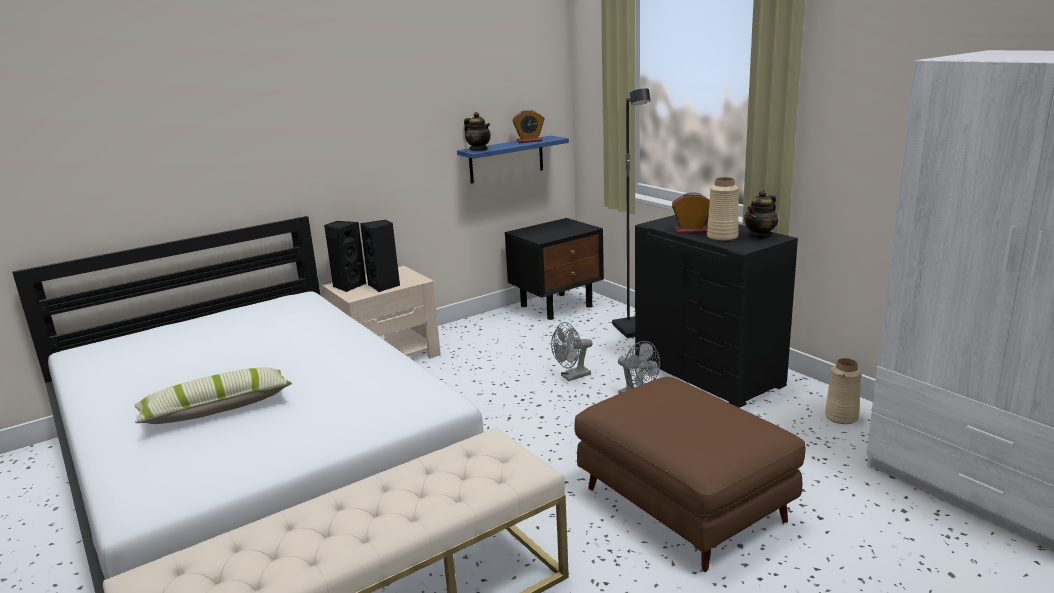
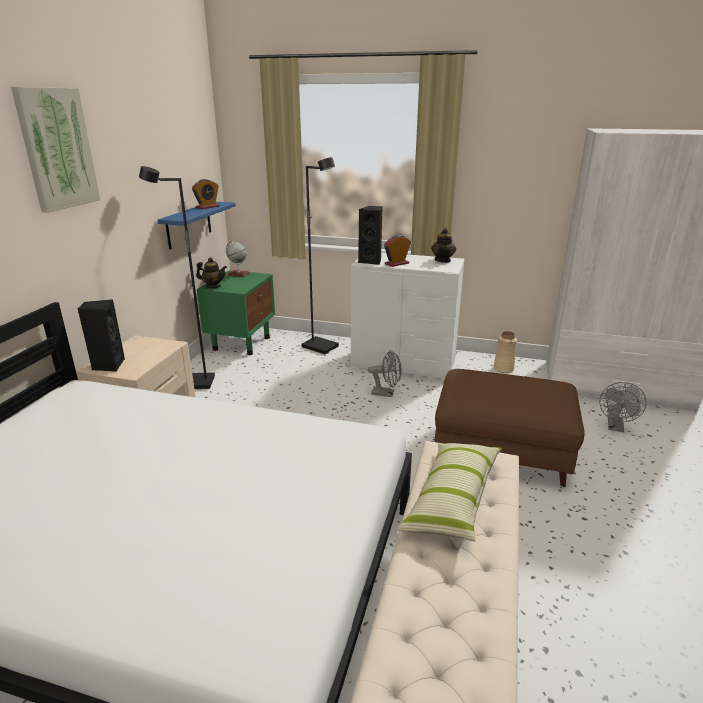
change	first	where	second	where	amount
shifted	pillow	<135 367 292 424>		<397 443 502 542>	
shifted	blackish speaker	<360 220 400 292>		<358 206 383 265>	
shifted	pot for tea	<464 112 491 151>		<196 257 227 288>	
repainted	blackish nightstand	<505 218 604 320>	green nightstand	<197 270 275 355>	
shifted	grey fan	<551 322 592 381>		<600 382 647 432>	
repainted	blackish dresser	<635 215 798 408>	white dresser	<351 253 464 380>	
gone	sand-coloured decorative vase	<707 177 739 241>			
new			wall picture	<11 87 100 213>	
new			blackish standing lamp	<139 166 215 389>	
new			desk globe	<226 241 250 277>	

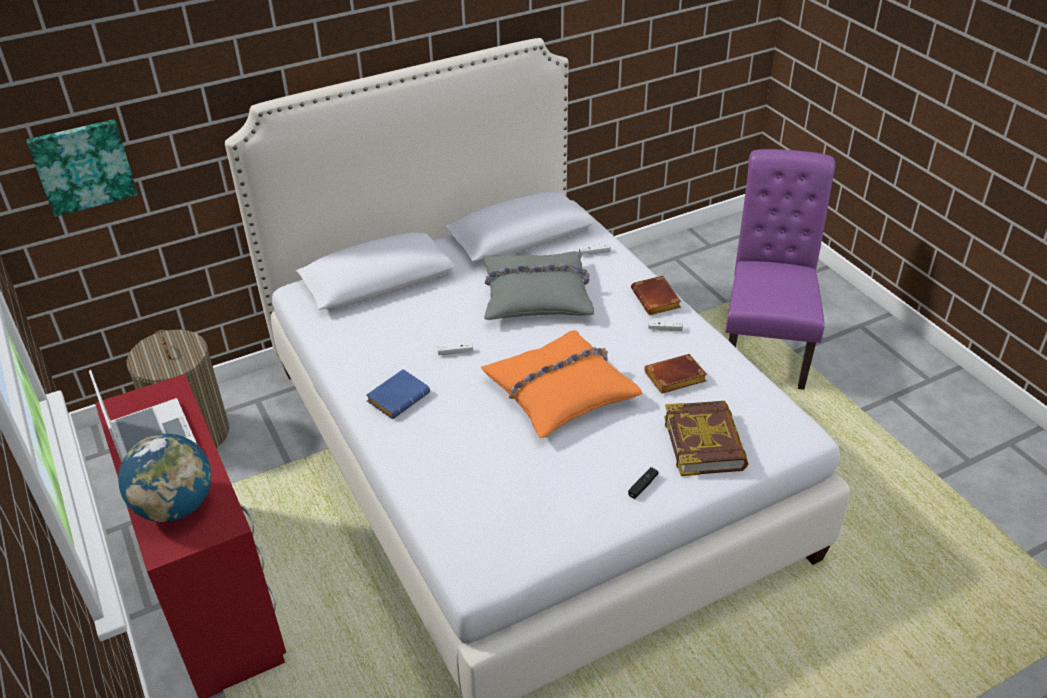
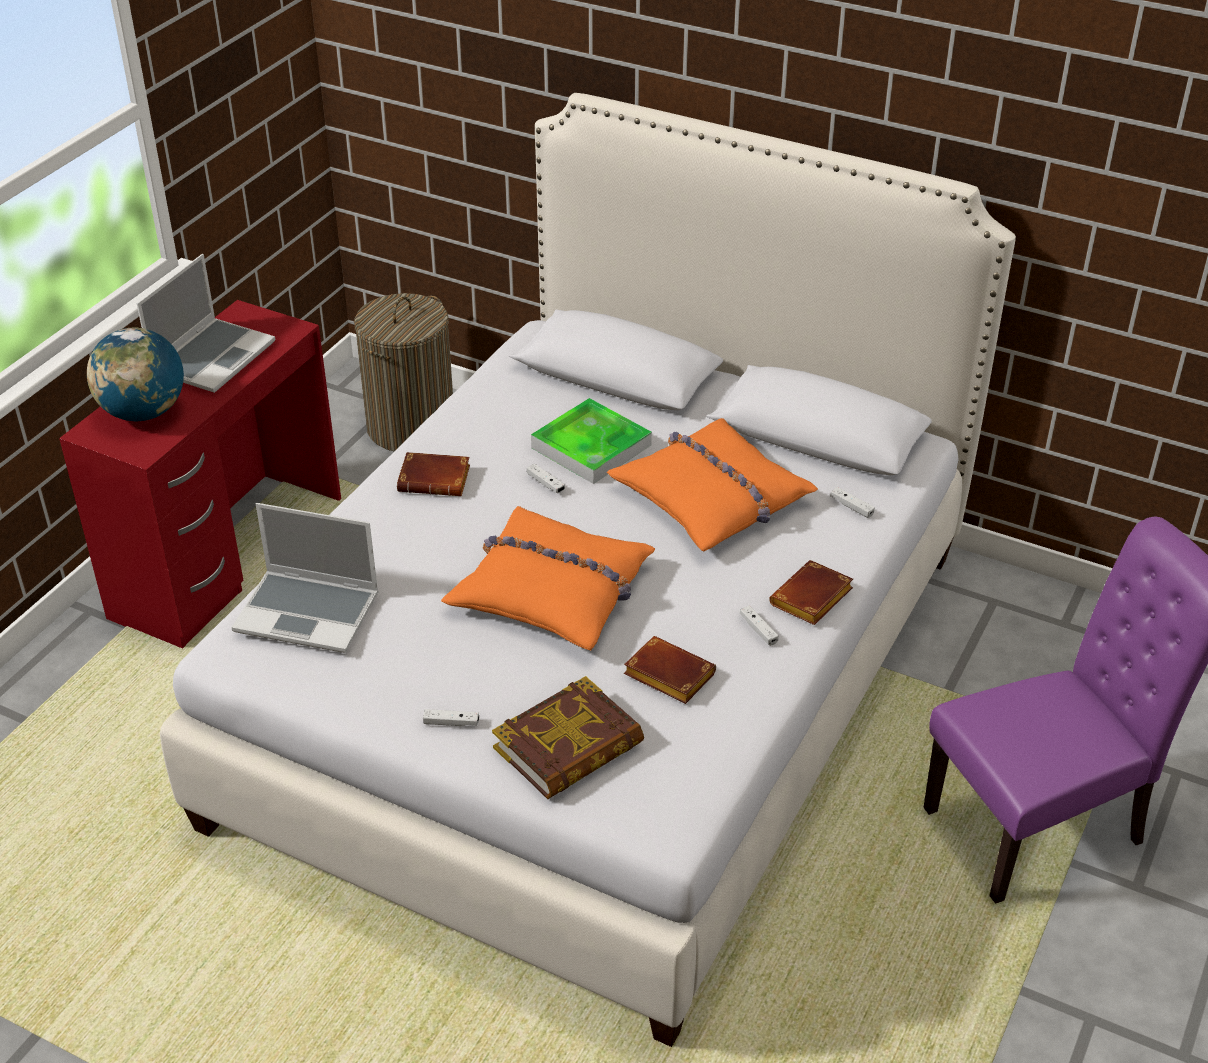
change	first	where	second	where	amount
gone	wall picture	<26 119 138 217>			
repainted	bluish volume	<366 369 430 419>	brownish volume	<397 452 470 496>	
repainted	grey pillow	<483 251 594 320>	orange-coloured pillow	<607 418 818 552>	
repainted	blackish game controller	<628 467 658 499>	white game controller	<423 709 479 726>	
new			laptop	<231 503 379 653>	
new			carrying tray	<531 398 652 484>	

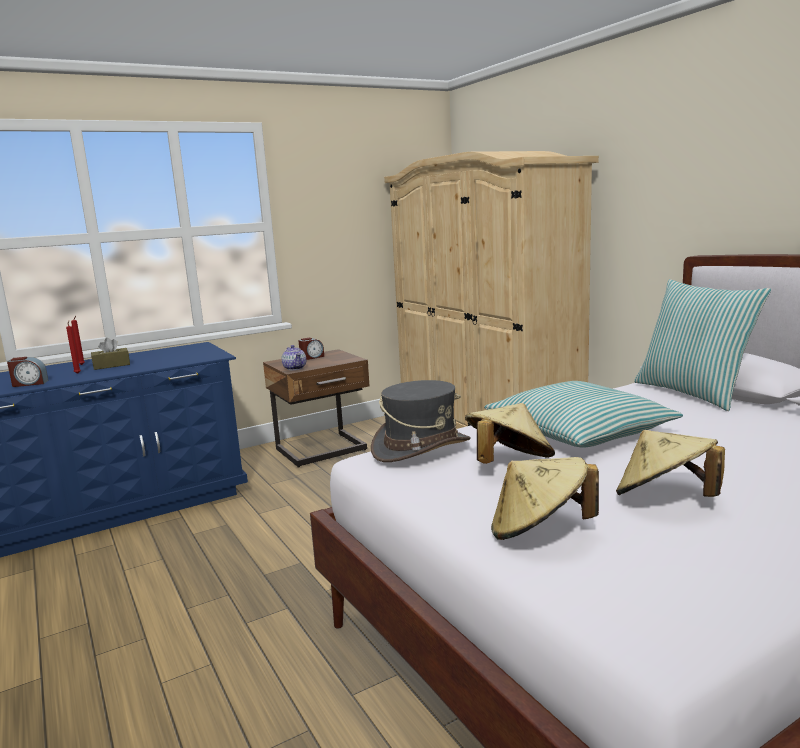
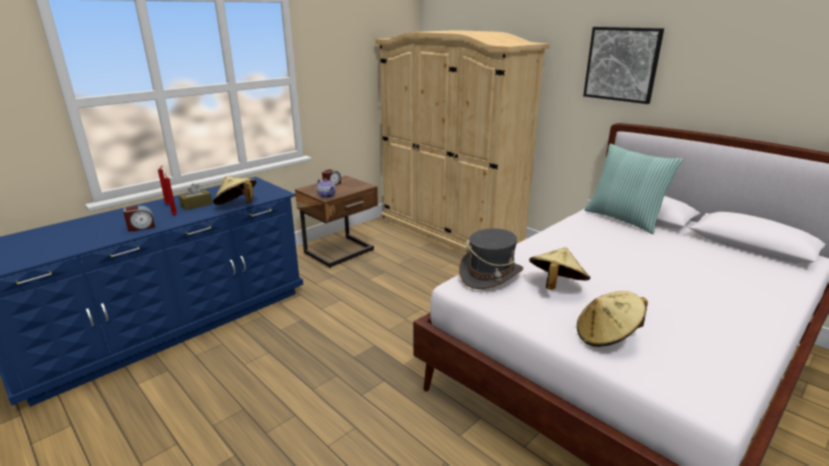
change	first	where	second	where	amount
gone	pillow	<484 381 683 447>			
shifted	sand-coloured clothing hat	<616 430 725 497>		<213 176 256 205>	
new			wall picture	<583 27 664 104>	

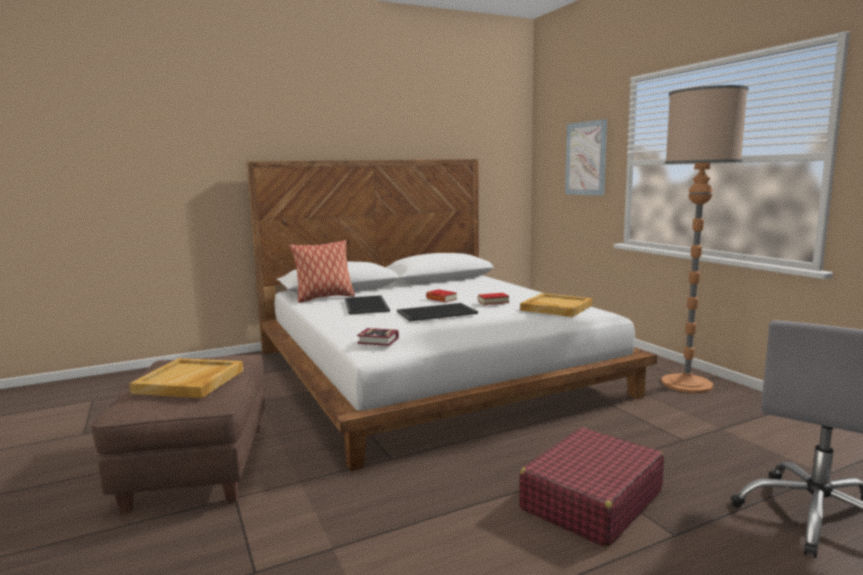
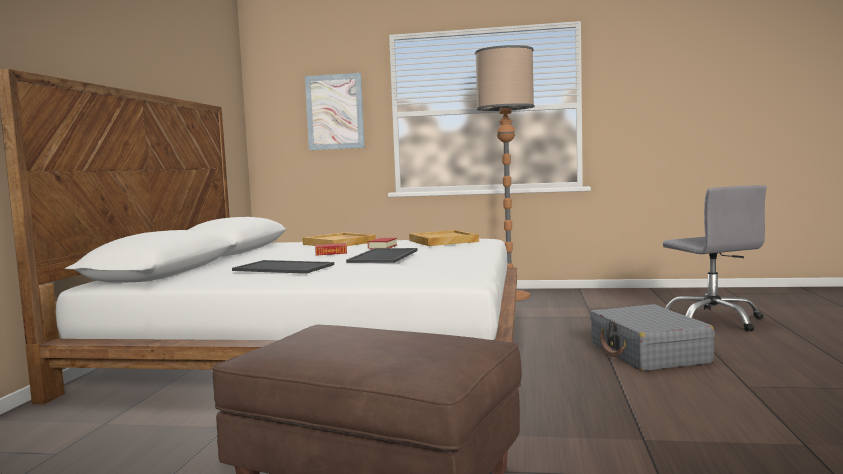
change	first	where	second	where	amount
shifted	sand-coloured carrying tray	<129 358 244 398>		<302 232 376 246>	
gone	pillow	<289 240 355 303>			
gone	volume	<357 328 399 346>			
repainted	red-coloured piece of luggage	<519 427 664 547>	grey piece of luggage	<590 304 715 371>	

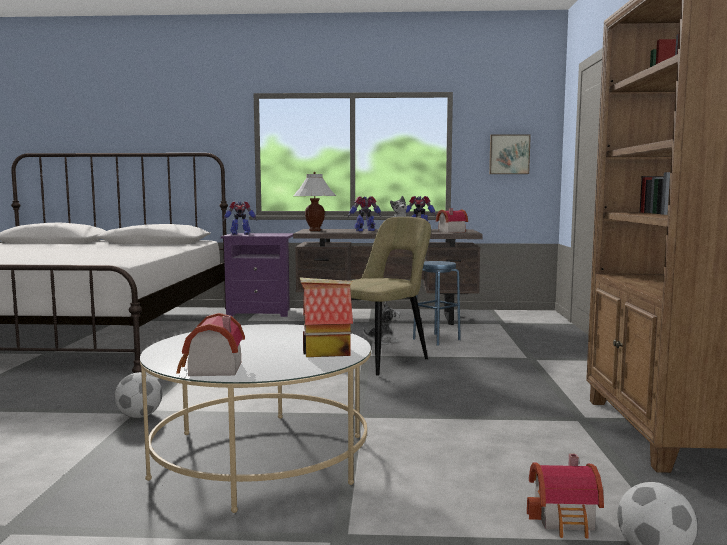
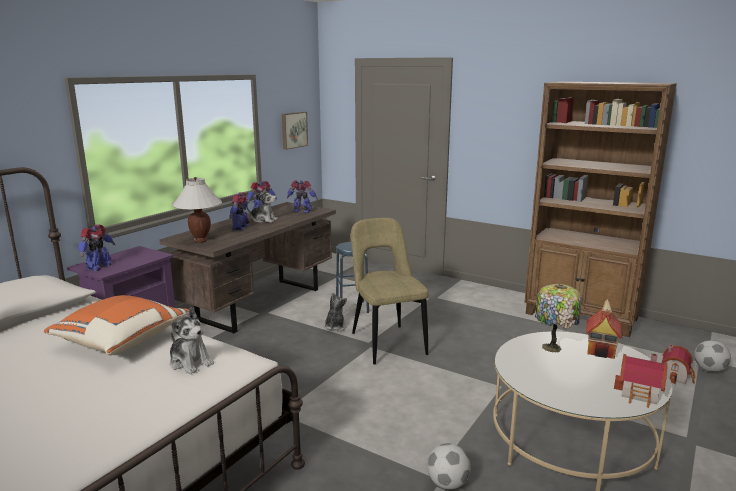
change	first	where	second	where	amount
swapped	model house	<436 208 468 233>	robot figure	<287 180 318 213>	
new			orange-coloured pillow	<44 295 189 356>	
new			soft toy	<170 307 214 374>	
new			tabletop lamp	<535 284 582 352>	

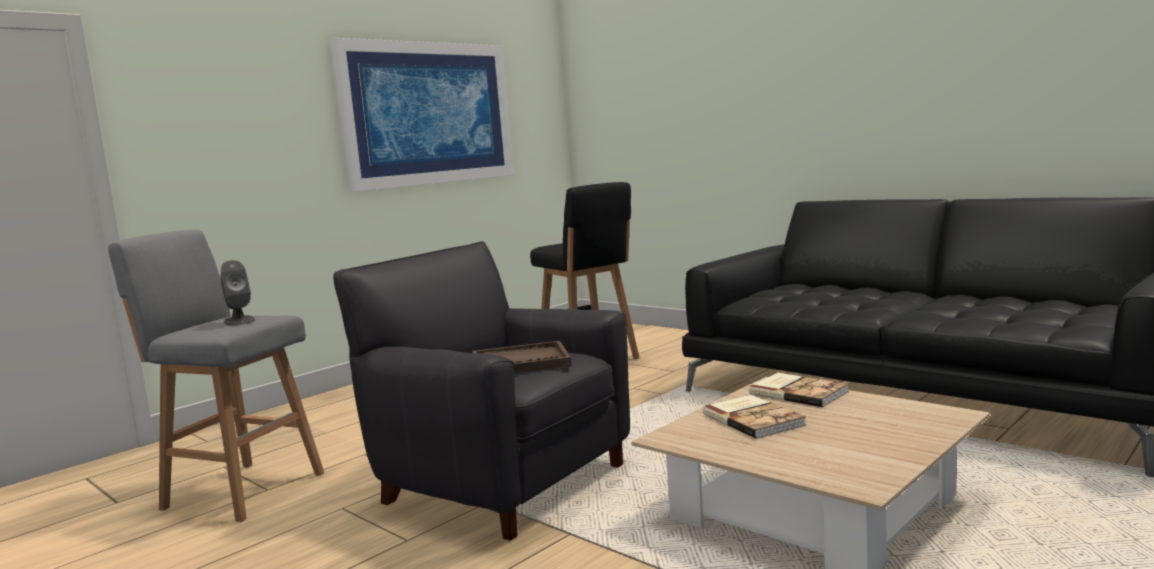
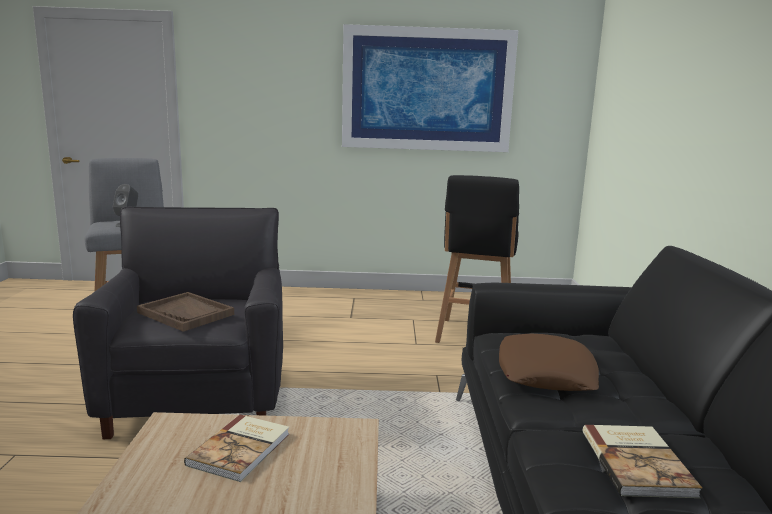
change	first	where	second	where	amount
shifted	volume	<749 373 849 407>		<583 425 702 498>	
new			brownish pillow	<499 334 599 391>	

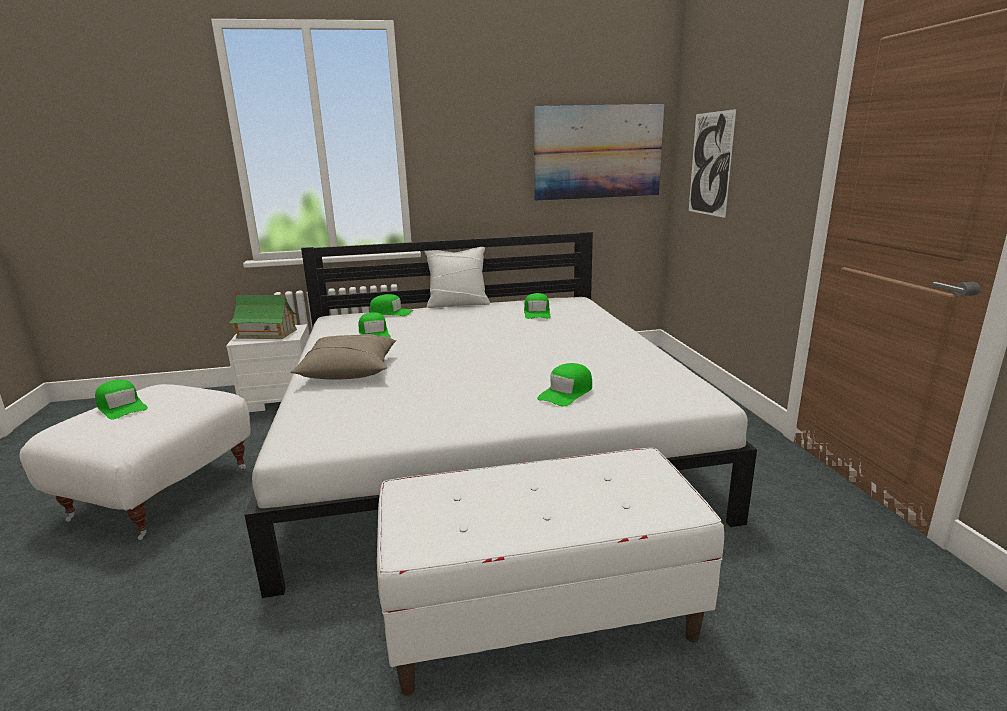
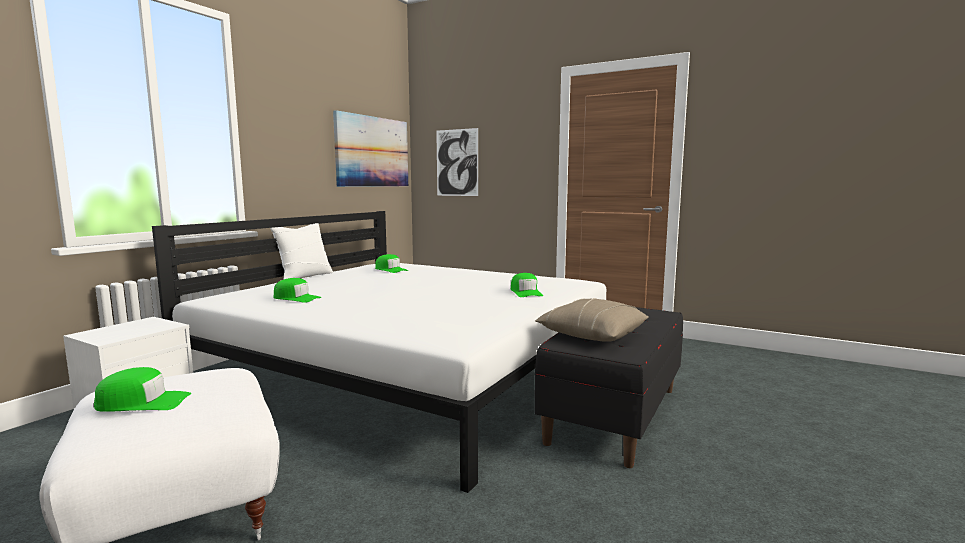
change	first	where	second	where	amount
gone	model house	<228 291 298 339>			
shifted	sand-coloured pillow	<291 334 396 380>		<535 298 649 342>	
gone	green cap	<369 294 414 316>			
repainted	white bench	<377 448 724 696>	blackish bench	<534 307 683 468>	

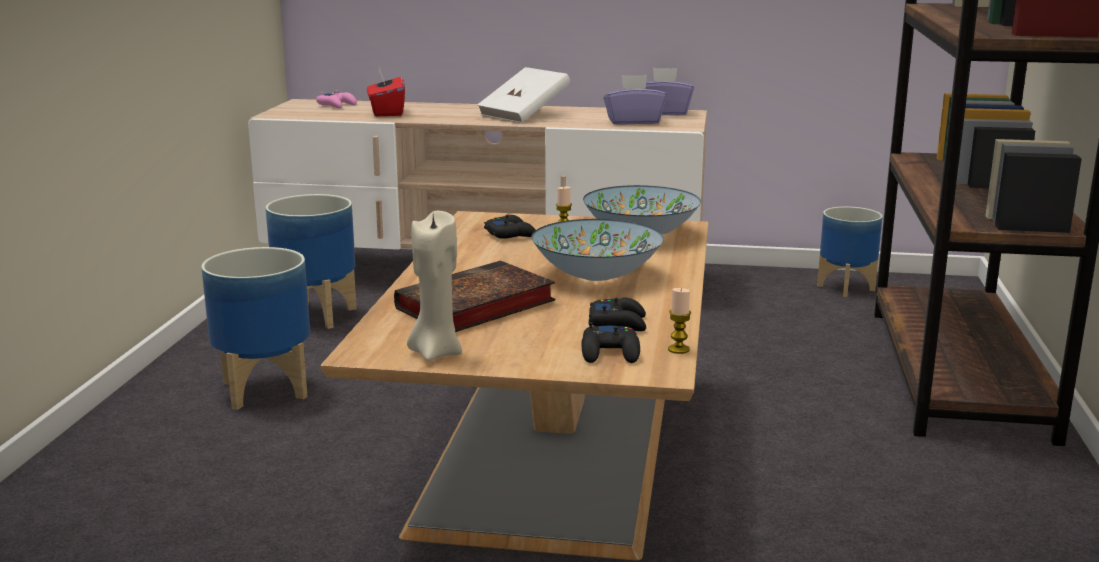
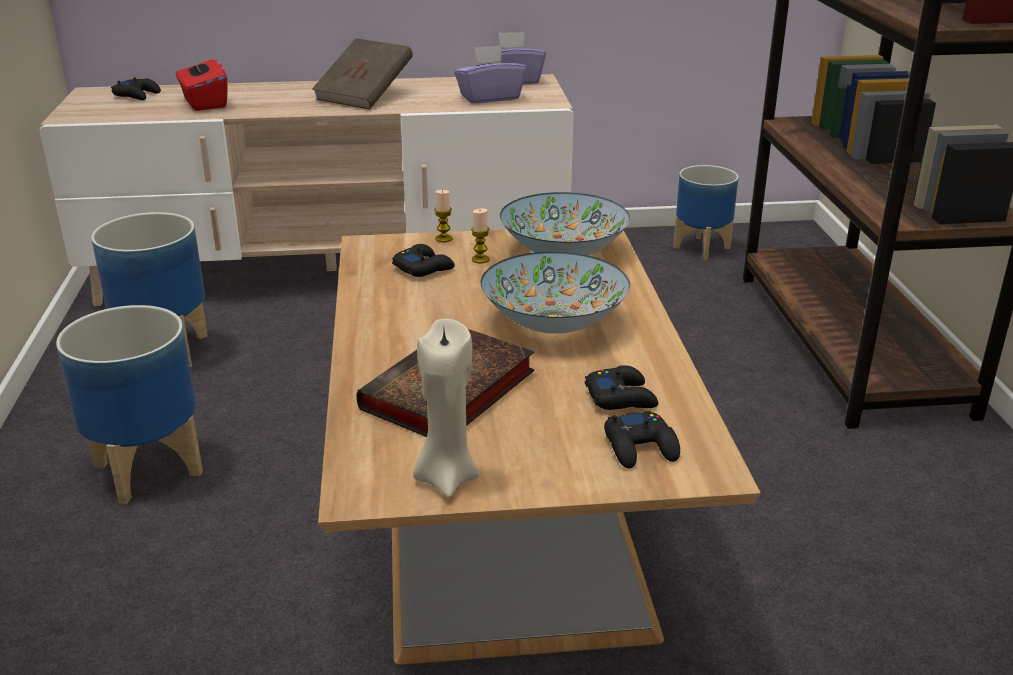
change	first	where	second	where	amount
repainted	pink game controller	<316 90 357 108>	blackish game controller	<111 77 161 100>	
repainted	white volume	<477 67 570 123>	brownish volume	<312 38 413 109>	
shifted	wax candle	<668 288 691 354>		<434 190 453 242>	

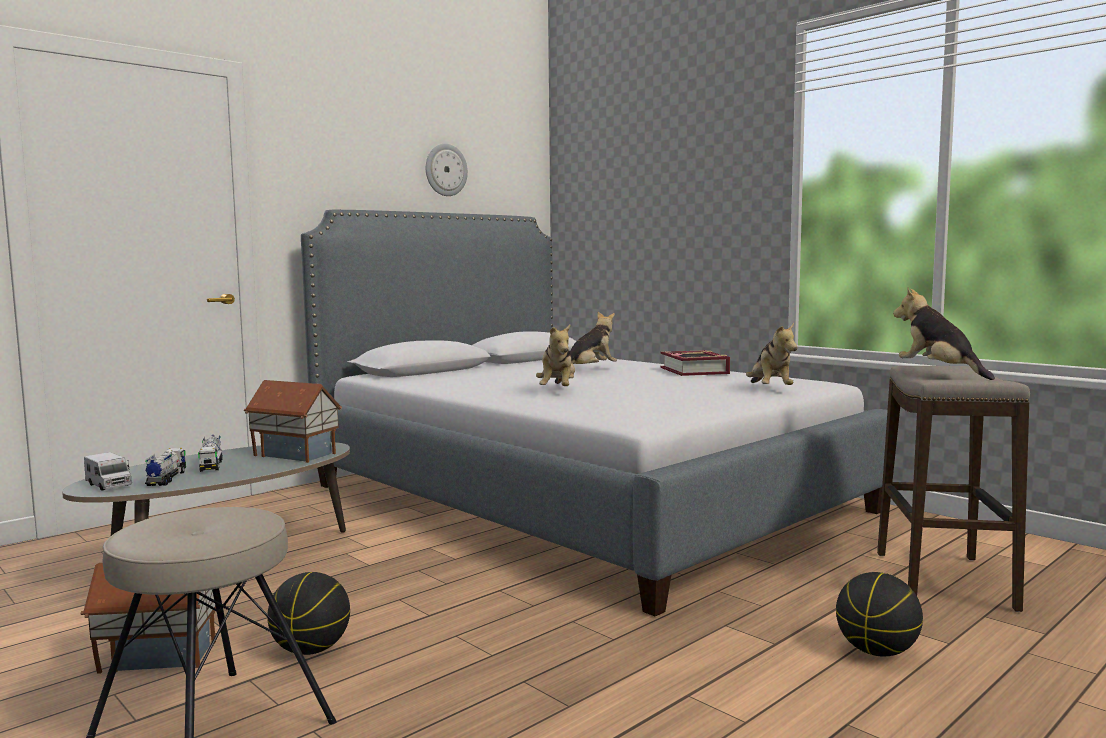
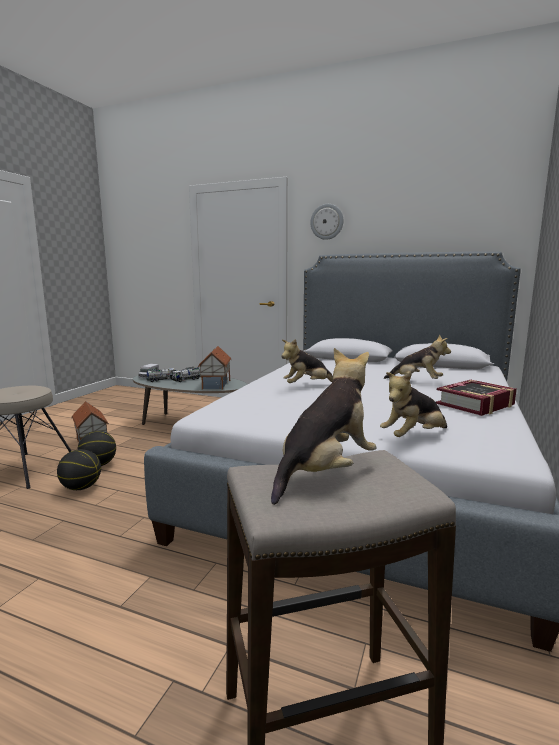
change	first	where	second	where	amount
shifted	clock on the wall	<426 144 468 196>		<310 204 343 240>	
shifted	basketball	<836 572 923 657>		<57 449 101 490>	

